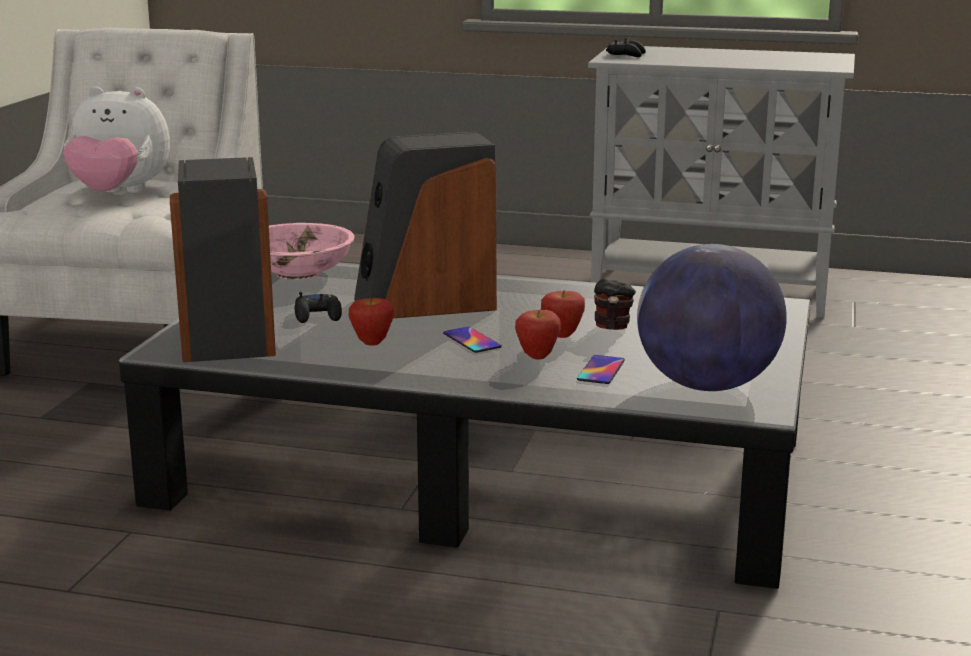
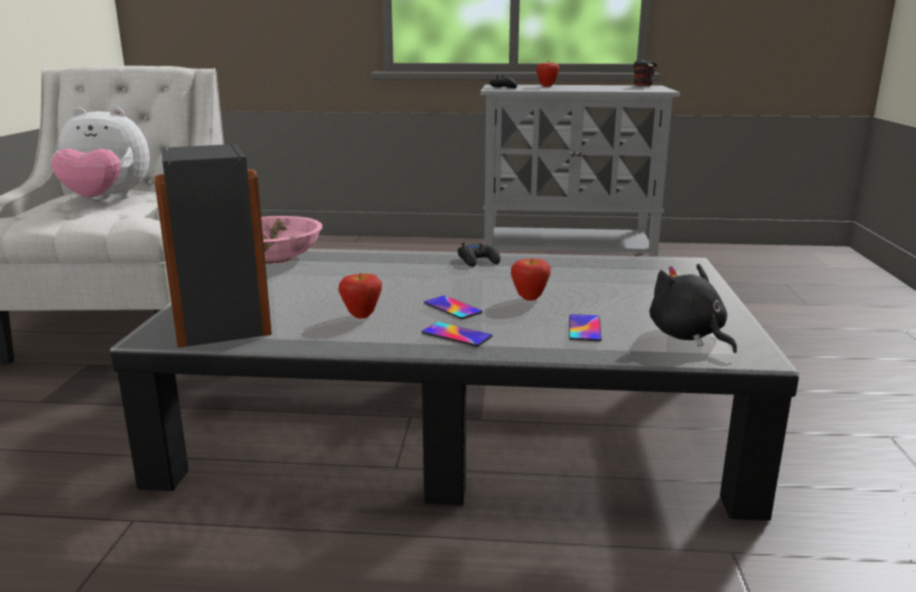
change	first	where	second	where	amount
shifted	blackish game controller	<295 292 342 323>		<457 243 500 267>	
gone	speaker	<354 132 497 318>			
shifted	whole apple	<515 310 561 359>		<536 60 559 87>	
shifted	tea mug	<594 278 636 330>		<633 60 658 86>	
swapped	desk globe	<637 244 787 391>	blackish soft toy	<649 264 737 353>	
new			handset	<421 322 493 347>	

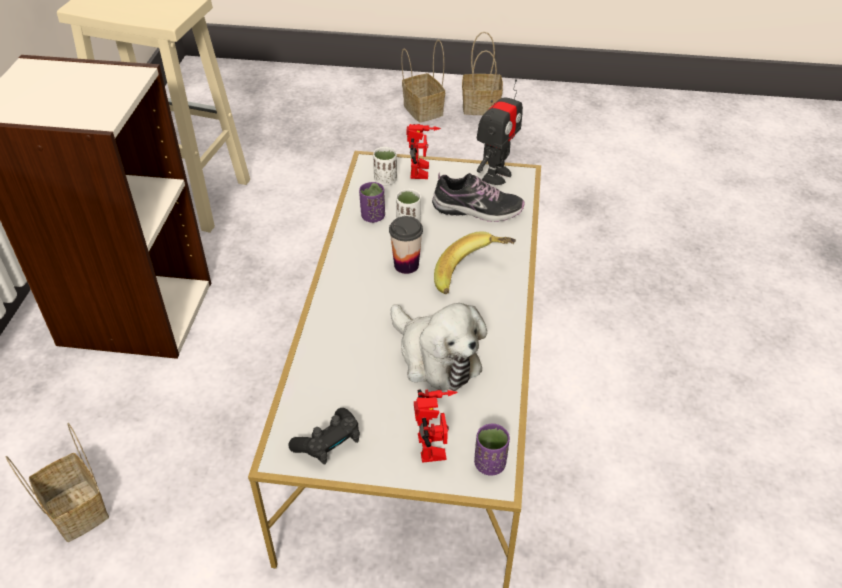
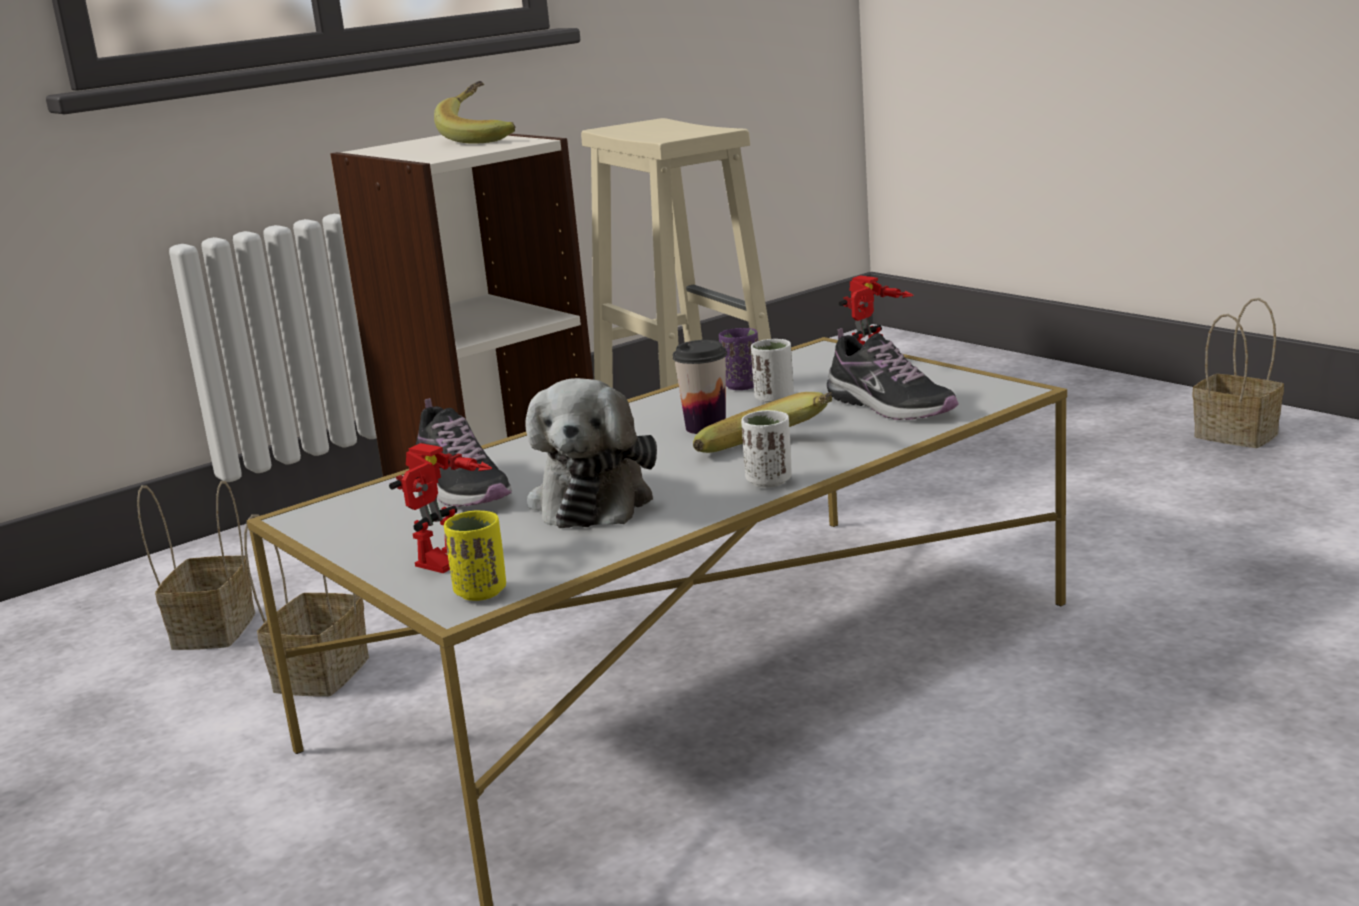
change	first	where	second	where	amount
gone	blackish game controller	<288 408 360 464>			
shifted	white small cup	<373 147 397 186>		<741 410 792 488>	
shifted	storage basket	<401 40 445 122>		<244 514 369 697>	
repainted	purplish small cup	<474 424 510 476>	yellowish small cup	<444 511 506 601>	
gone	robot figure	<477 79 523 185>			
new			low shoe	<416 398 512 507>	
new			banana fruit	<434 81 516 144>	

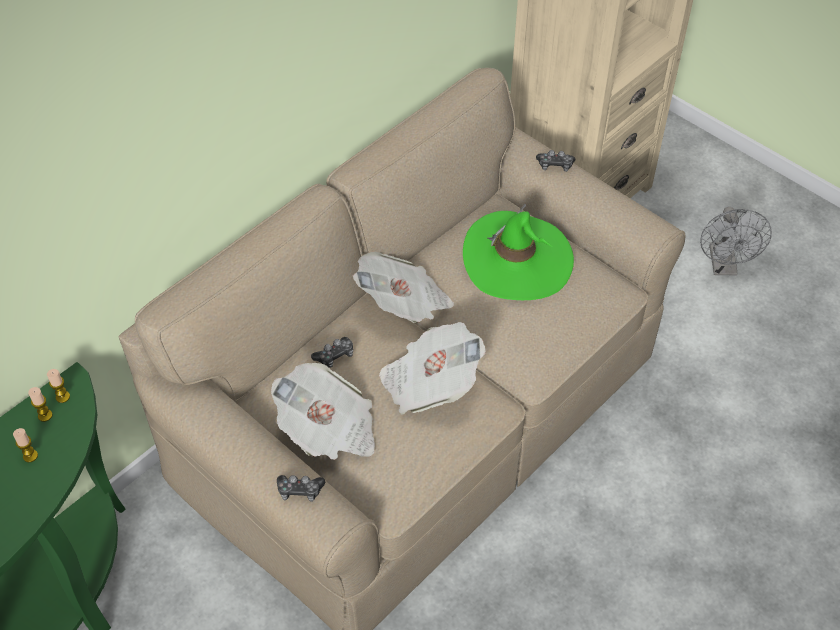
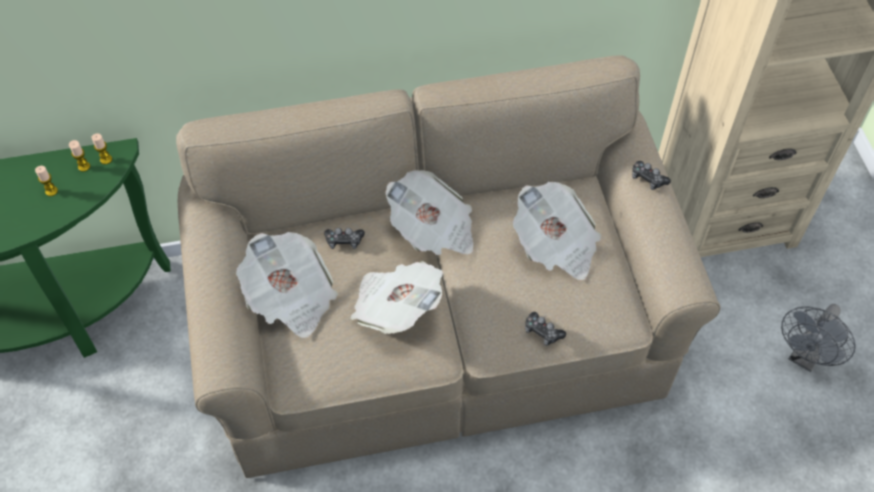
change	first	where	second	where	amount
shifted	game controller	<277 475 325 502>		<525 312 566 345>	
swapped	green clothing hat	<463 204 574 300>	newspaper	<513 182 601 280>	

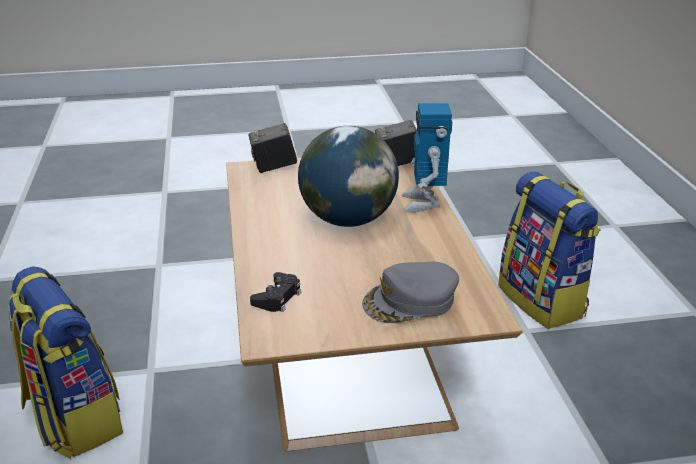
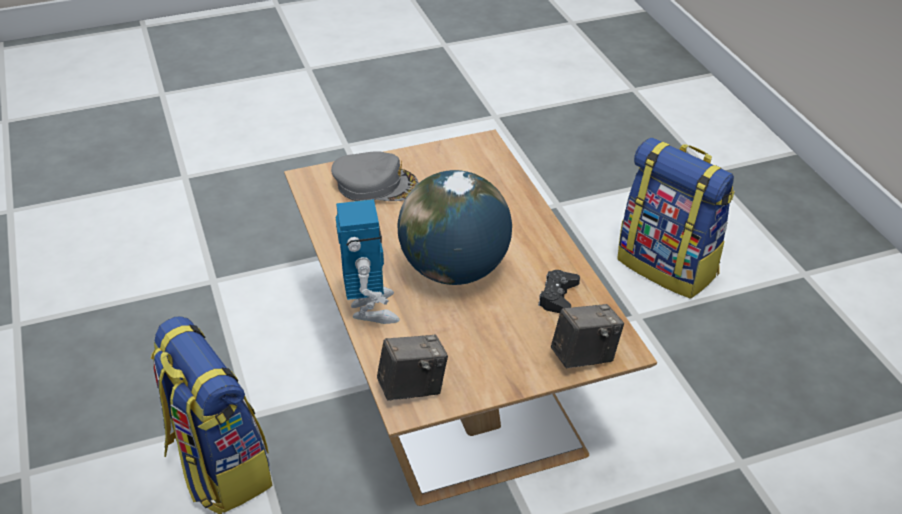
change	first	where	second	where	amount
shifted	blackish game controller	<250 272 301 312>		<538 270 580 313>	
rotated	grey cap	<362 262 459 323>		<331 151 419 201>	45 degrees clockwise

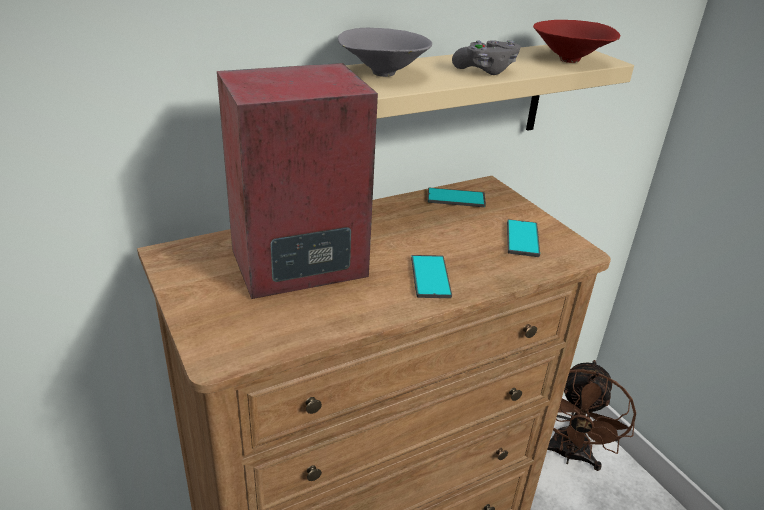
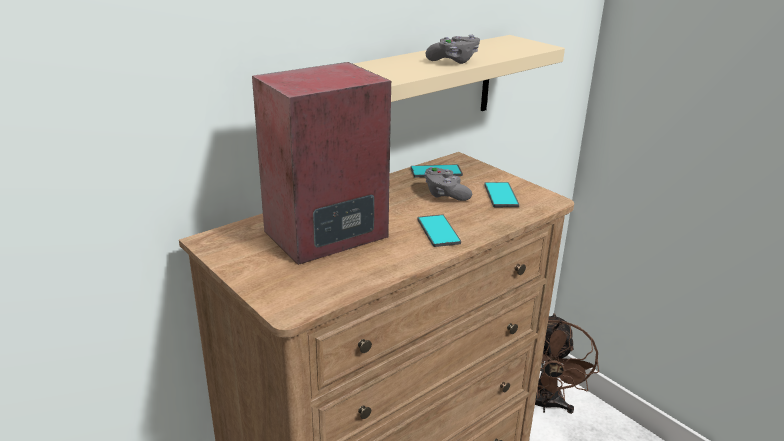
change	first	where	second	where	amount
gone	grey serving bowl	<338 28 432 77>			
gone	red-coloured serving bowl	<533 20 620 63>			
new			grey game controller	<424 167 472 201>	

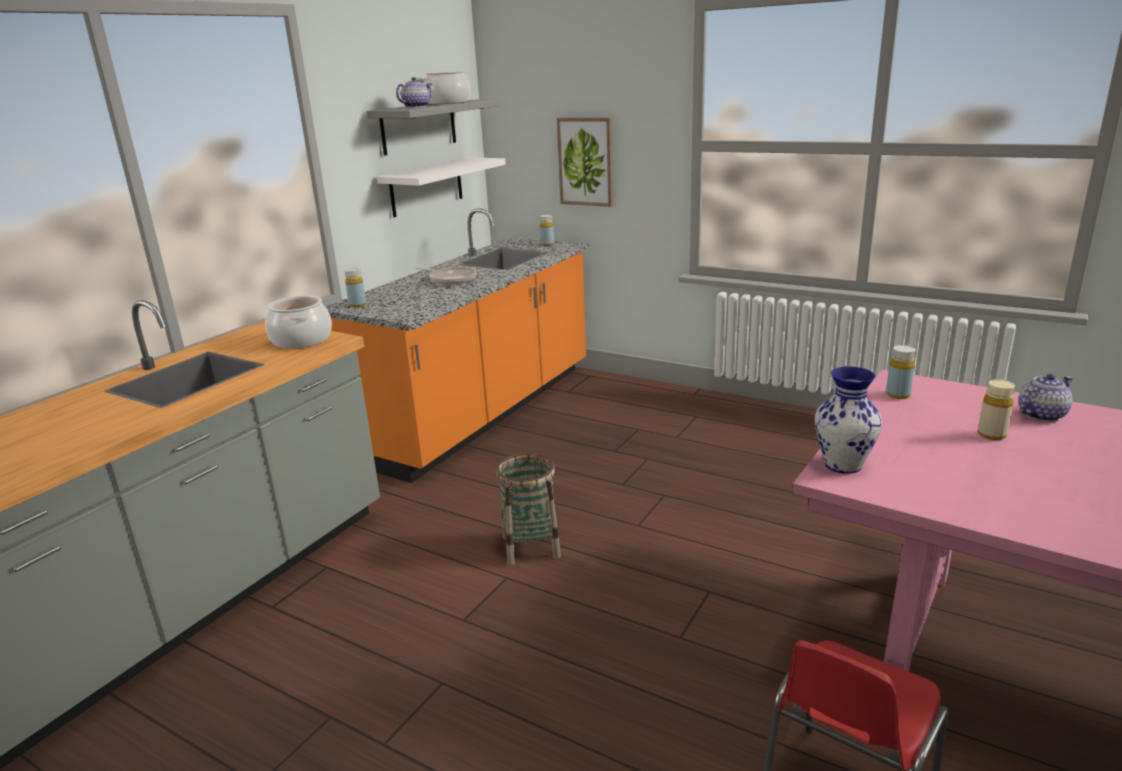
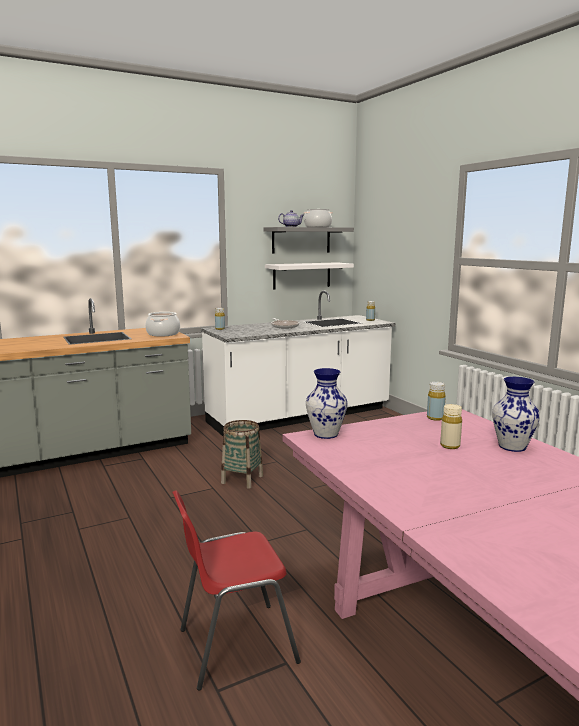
change	first	where	second	where	amount
repainted	orange-coloured kitchen counter	<326 209 589 483>	white kitchen counter	<201 291 395 436>	
gone	wall picture	<557 117 613 207>			
swapped	pot for tea	<1018 374 1073 422>	decorative vase	<492 377 540 452>	

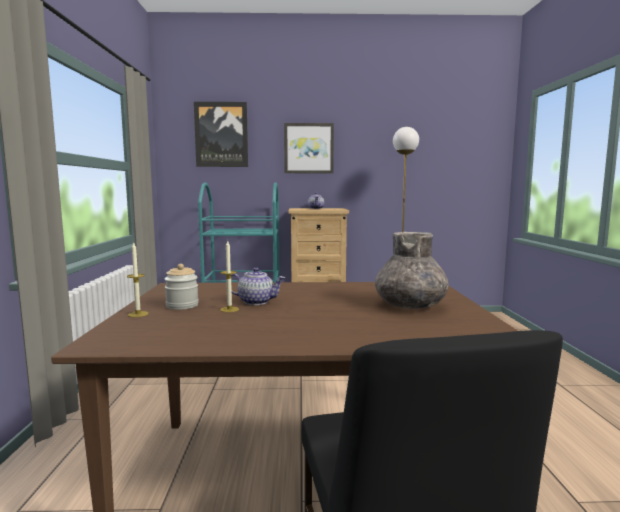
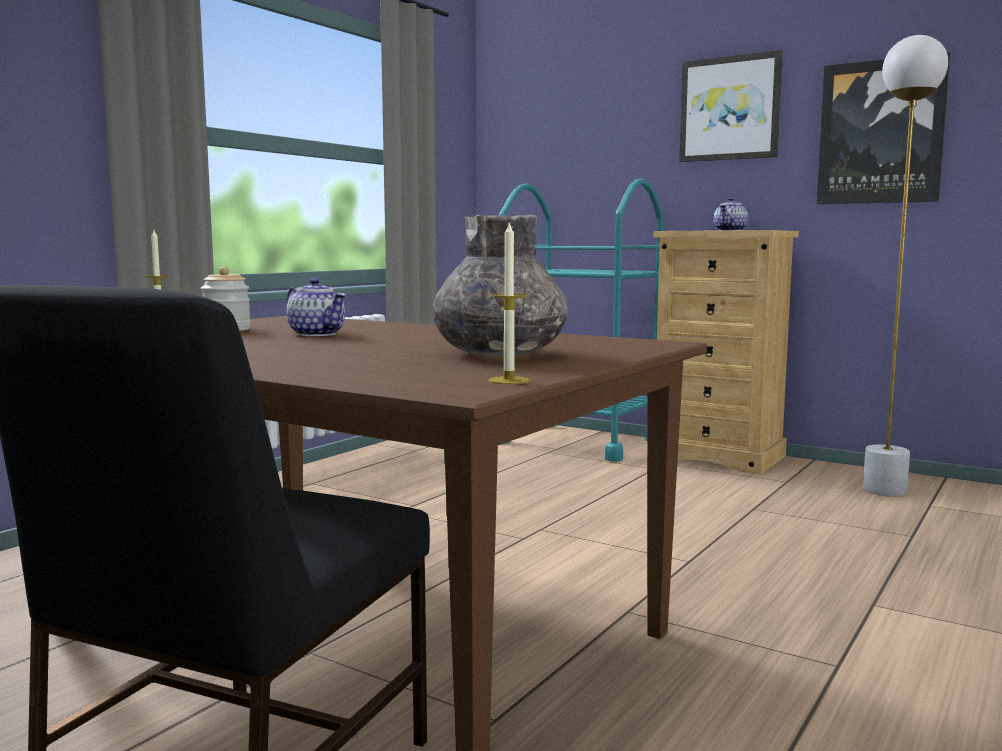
change	first	where	second	where	amount
shifted	wall picture	<194 102 248 167>		<817 52 950 204>	
shifted	wax candle	<220 241 239 312>		<488 221 530 384>	

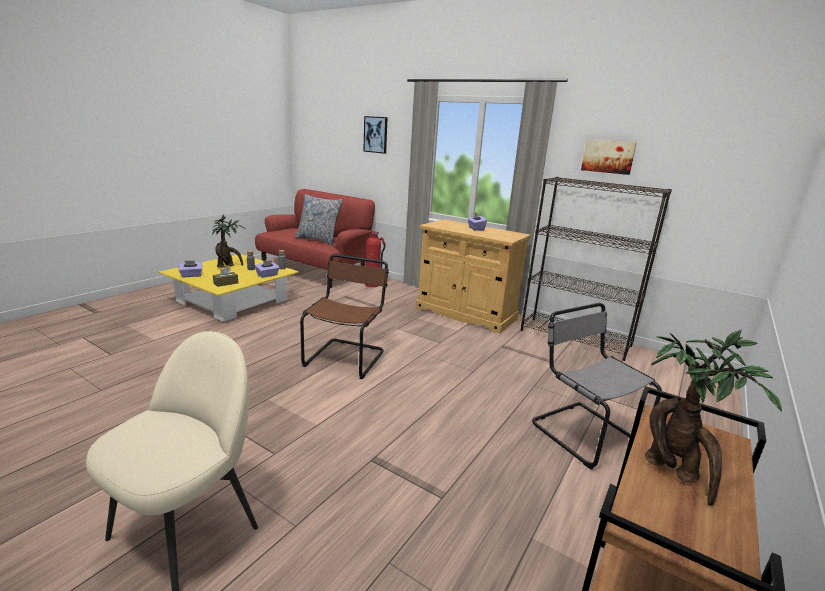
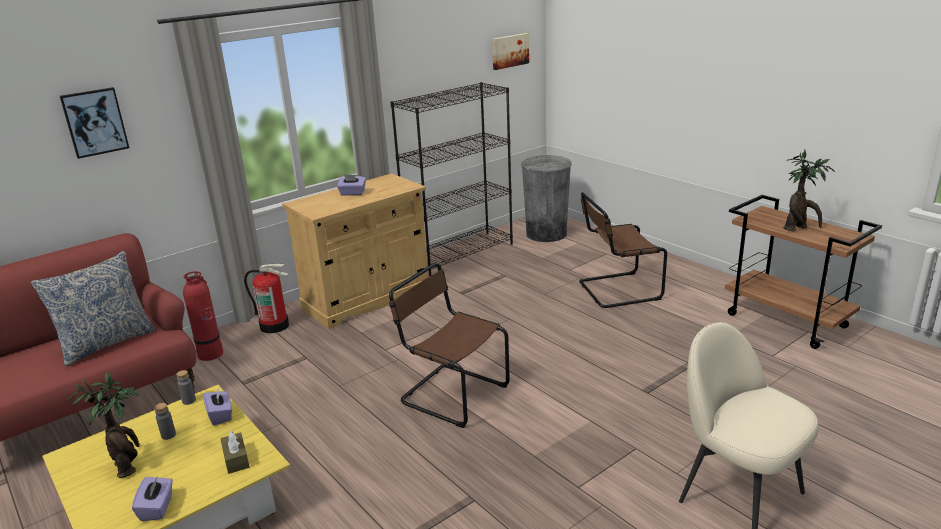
change	first	where	second	where	amount
repainted	grey upright chair	<532 303 662 469>	brownish upright chair	<579 192 667 308>	
shifted	wall picture	<581 139 637 175>		<492 33 529 70>	
new			extinguisher	<244 263 289 334>	
new			grey trash can	<521 155 572 242>	

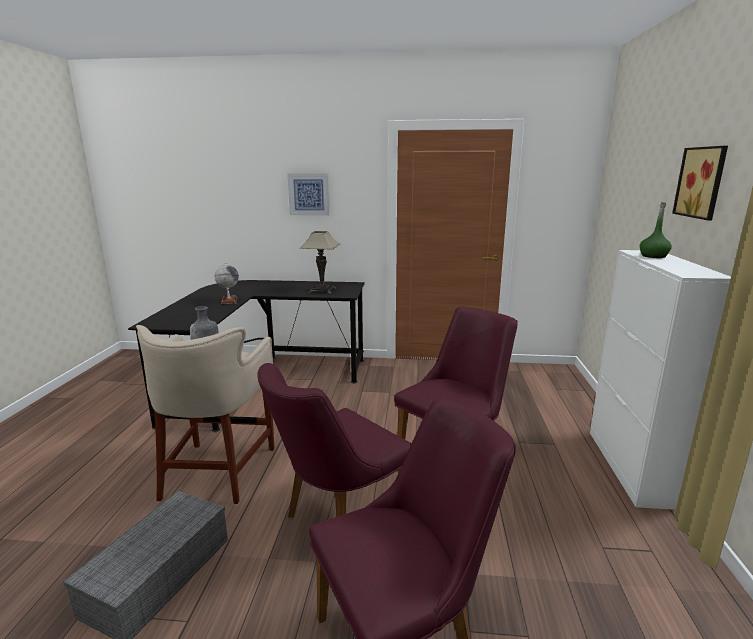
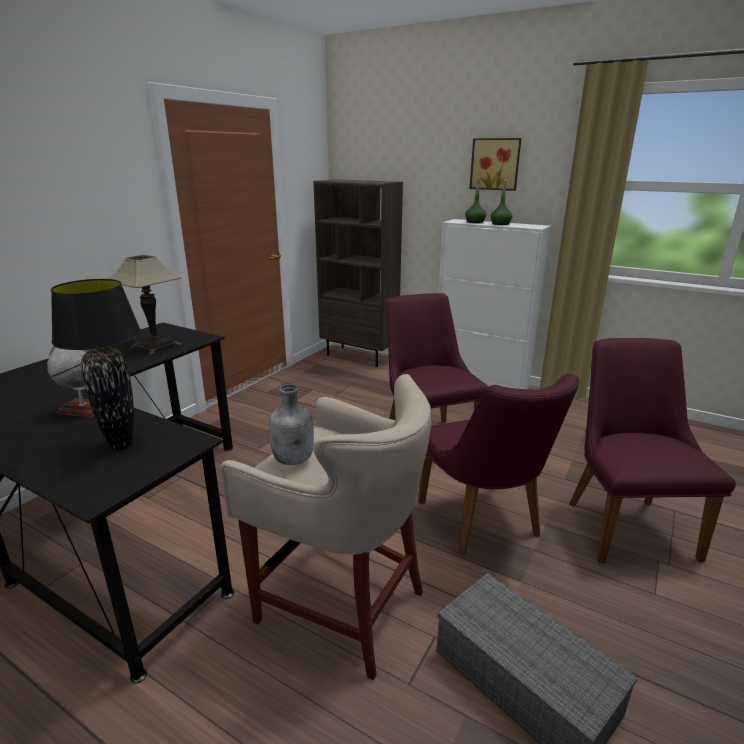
change	first	where	second	where	amount
gone	wall picture	<287 173 330 216>			
new			blackish tabletop lamp	<51 279 141 450>	
new			brownish bookcase	<313 179 403 367>	
new			green bottle	<491 181 512 225>	

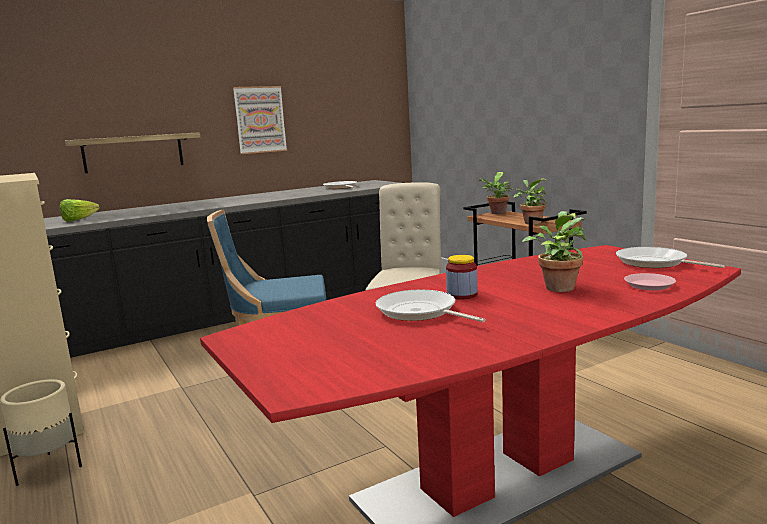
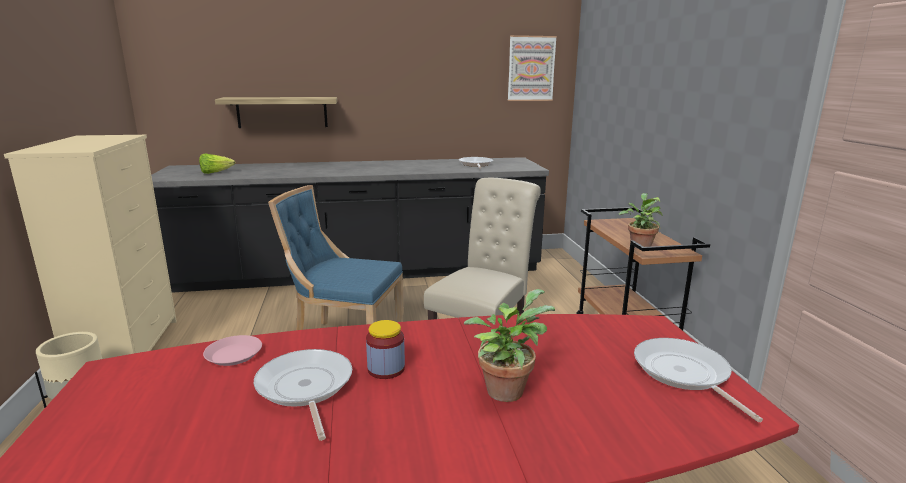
change	first	where	second	where	amount
shifted	wall picture	<233 86 287 154>		<508 35 557 101>	
gone	houseplant	<478 172 513 214>			
shifted	pink flat dish	<624 273 676 290>		<203 335 262 366>	

